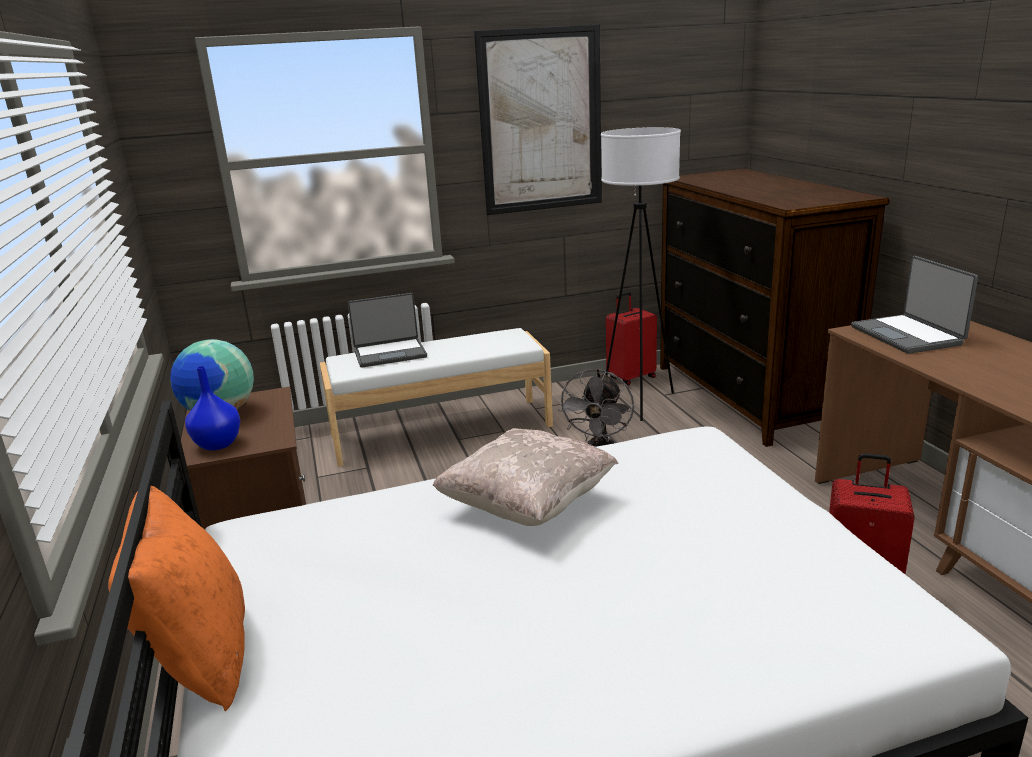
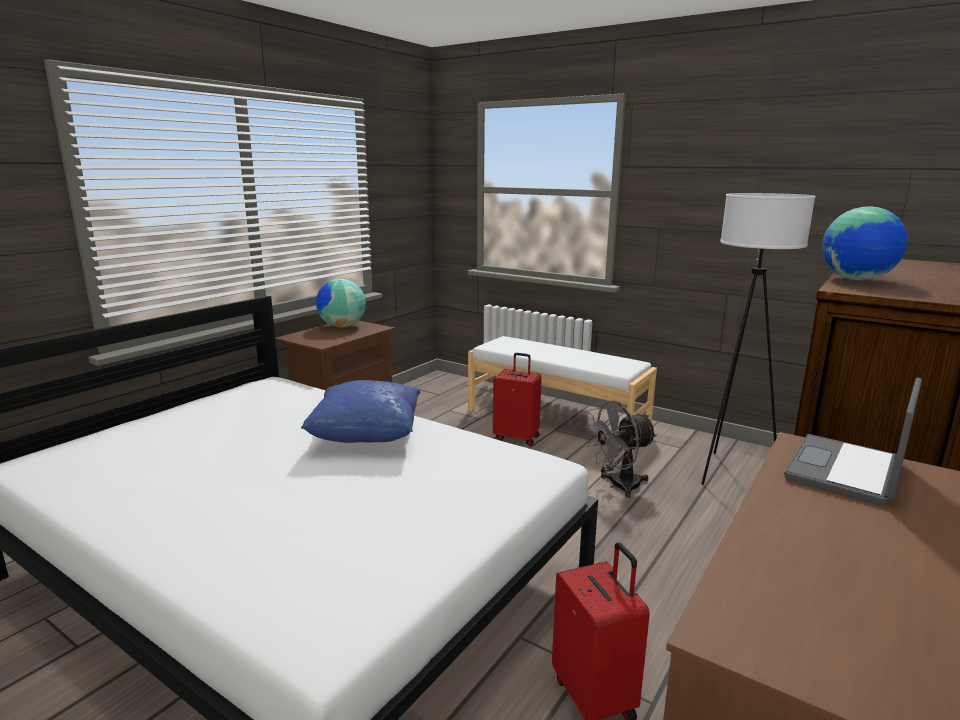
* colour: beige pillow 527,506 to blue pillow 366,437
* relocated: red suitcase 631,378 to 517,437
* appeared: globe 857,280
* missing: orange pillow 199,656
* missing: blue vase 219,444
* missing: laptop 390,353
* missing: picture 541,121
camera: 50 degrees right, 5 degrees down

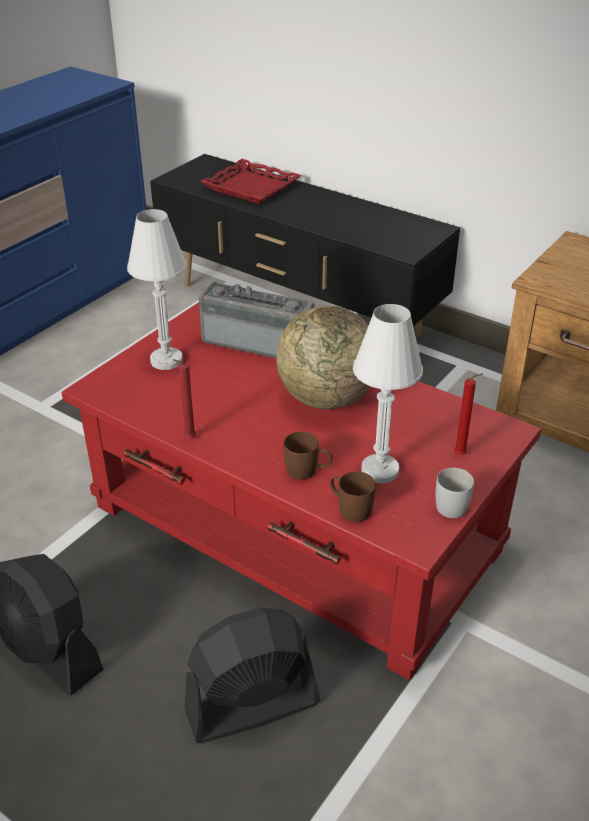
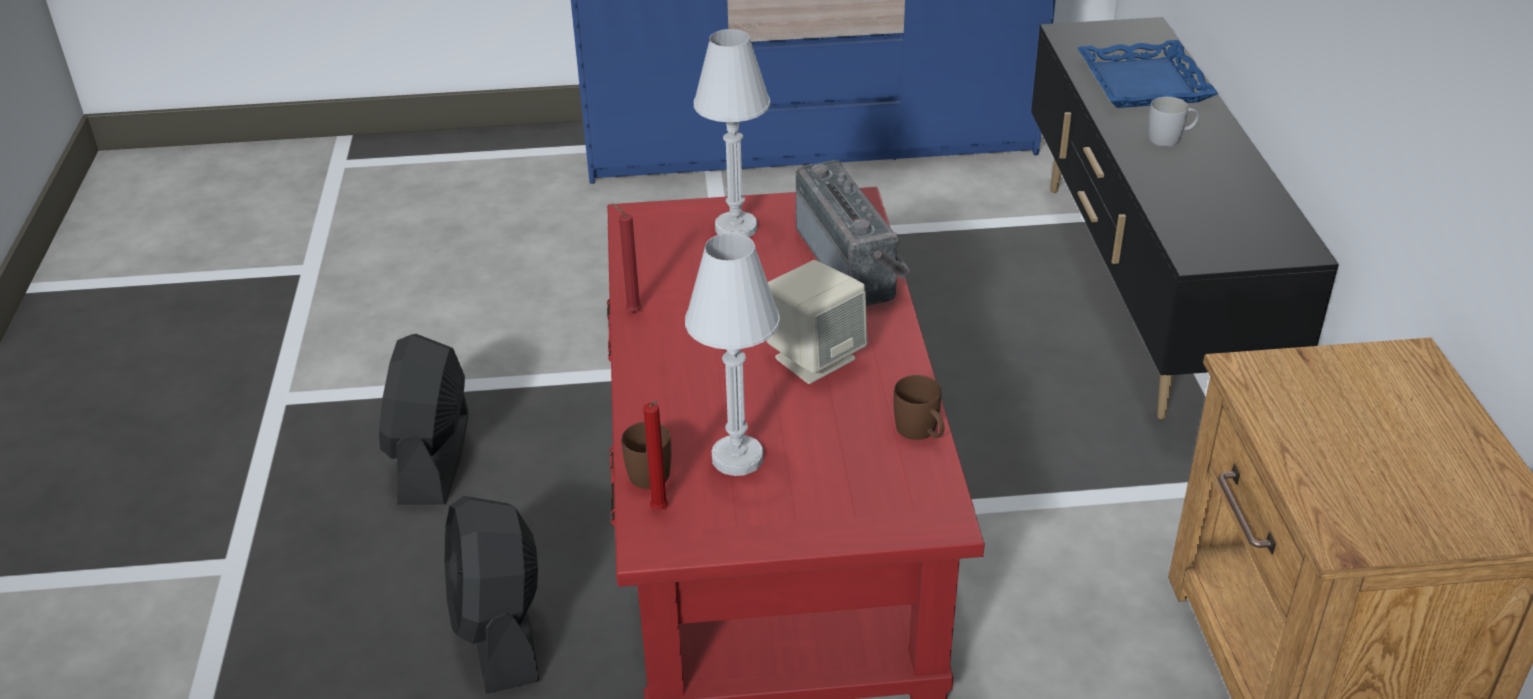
* spun: black fan 252,706 = 500,631 135 degrees counterclockwise
* relocated: red candle 462,455 to 660,511
* exchanged: globe 326,398 to beige speaker 814,358
* relocated: brown mug 307,471 to 921,433
* colour: red tray 251,187 to blue tray 1145,84
* relocated: white mug 454,504 to 1170,138
camera: 50 degrees right, 0 degrees up

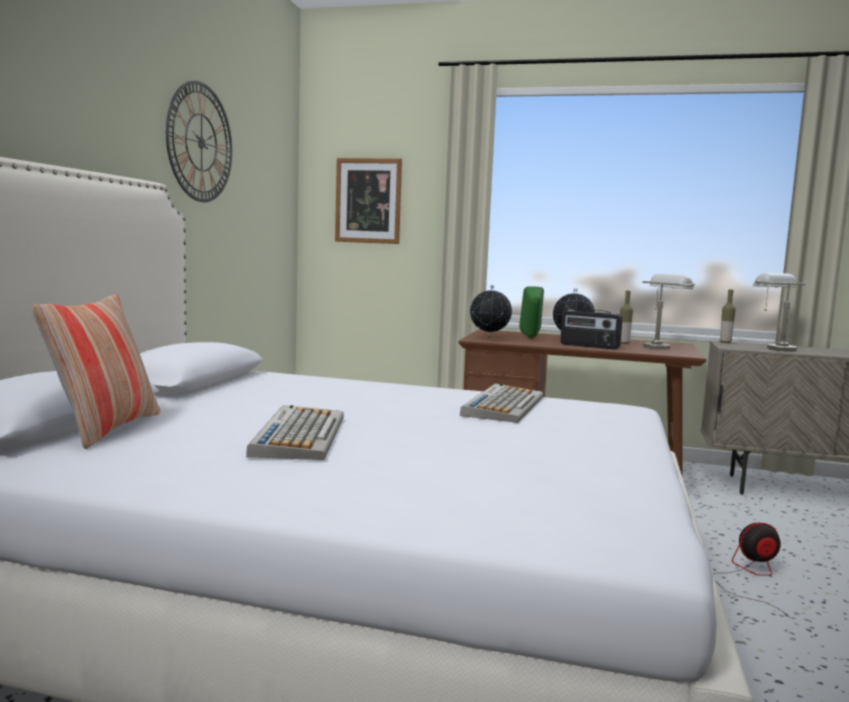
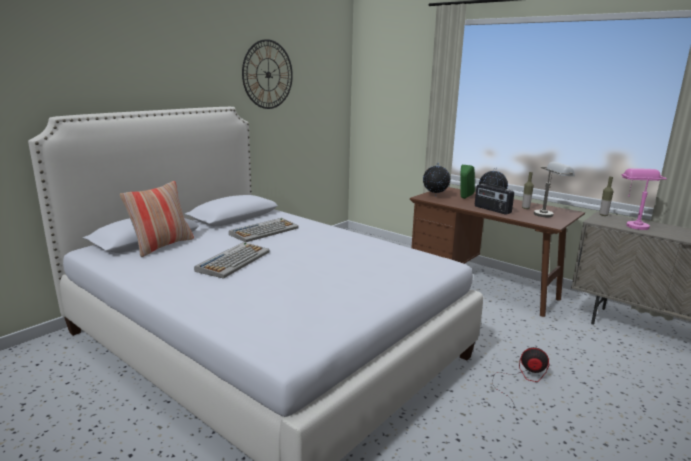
* relocated: keyboard 503,405 to 264,231
* colour: grey table lamp 772,348 to pink table lamp 633,224
* missing: picture 368,201
camera: 25 degrees right, 10 degrees up

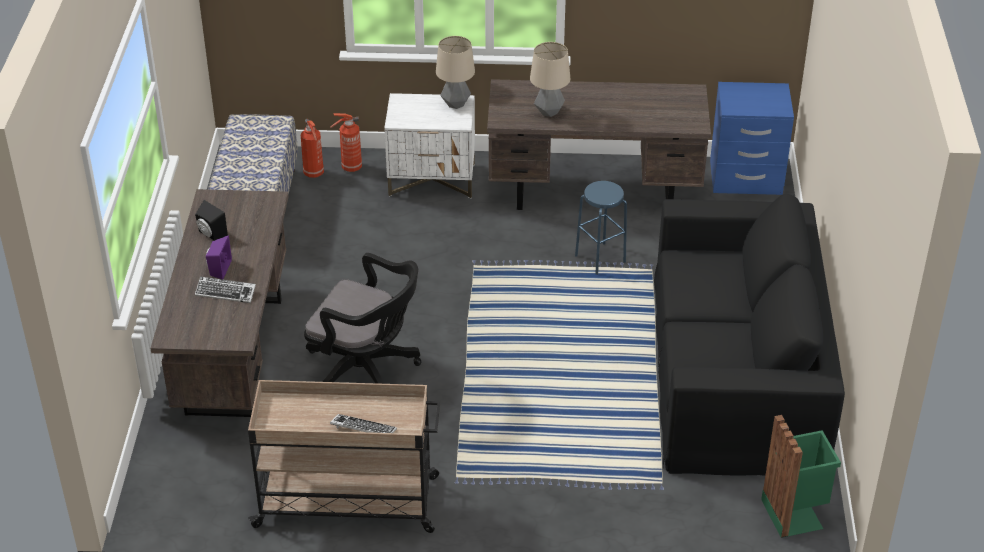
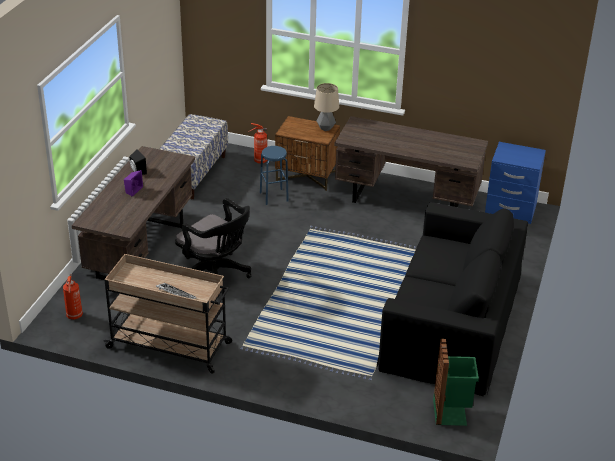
* relocated: fire extinguisher 314,174 to 74,316
* relocated: blue stool 600,258 to 273,196
* colour: white nightstand 432,180 to brown nightstand 307,176
* missing: keyboard 226,292
* missing: table lamp 548,112
camera: 15 degrees right, 5 degrees down

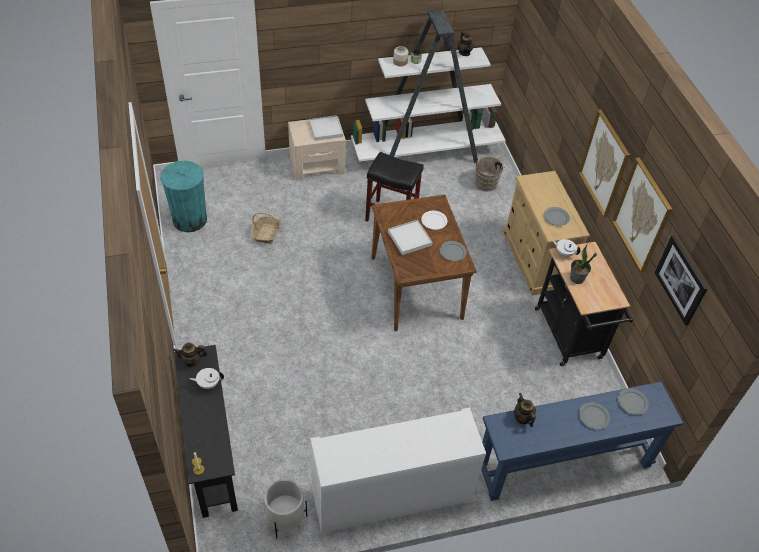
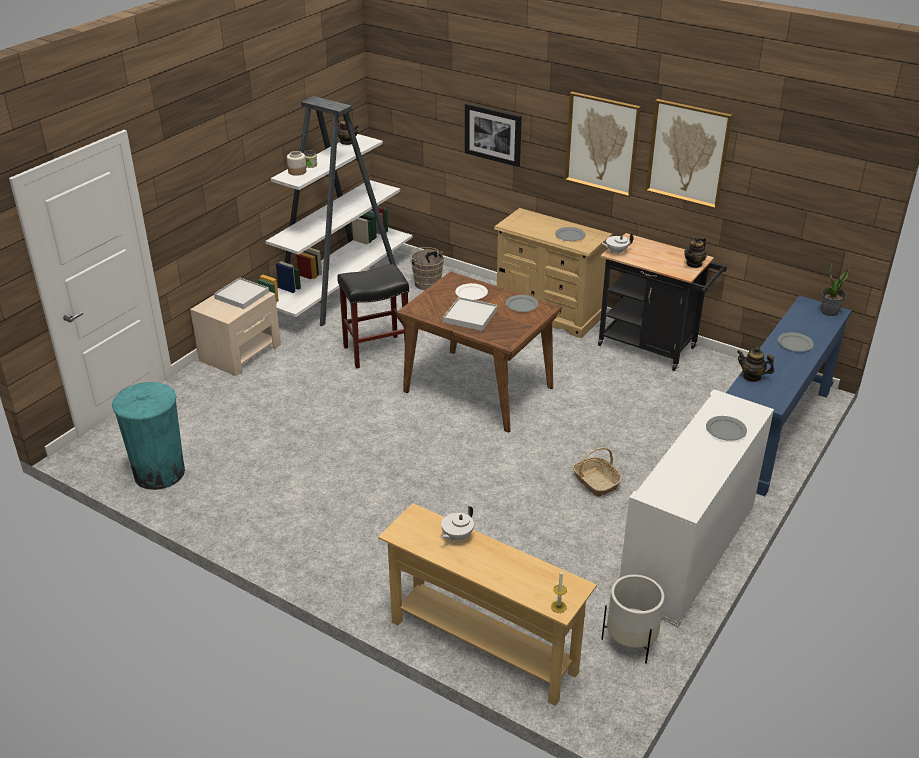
* colour: black console table 211,453 to beige console table 482,647
* relocated: picture 681,280 to 493,134
* relocated: basket 266,233 to 595,482
* relocated: teapot 191,361 to 694,264
* relocated: grey plate 632,402 to 726,430
* relocated: potted plant 576,278 to 829,312
camera: 40 degrees left, 15 degrees down

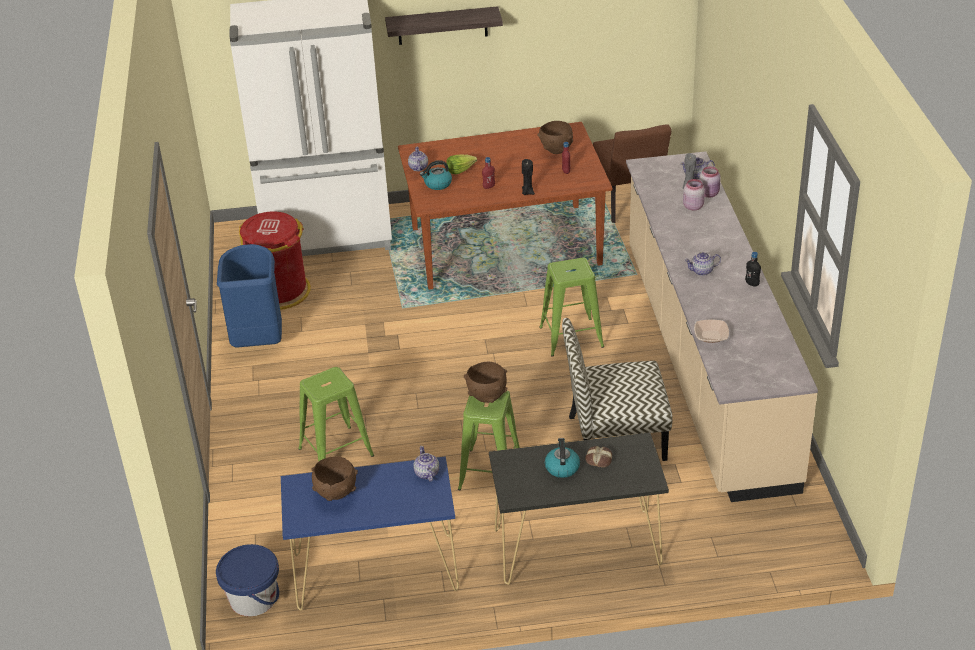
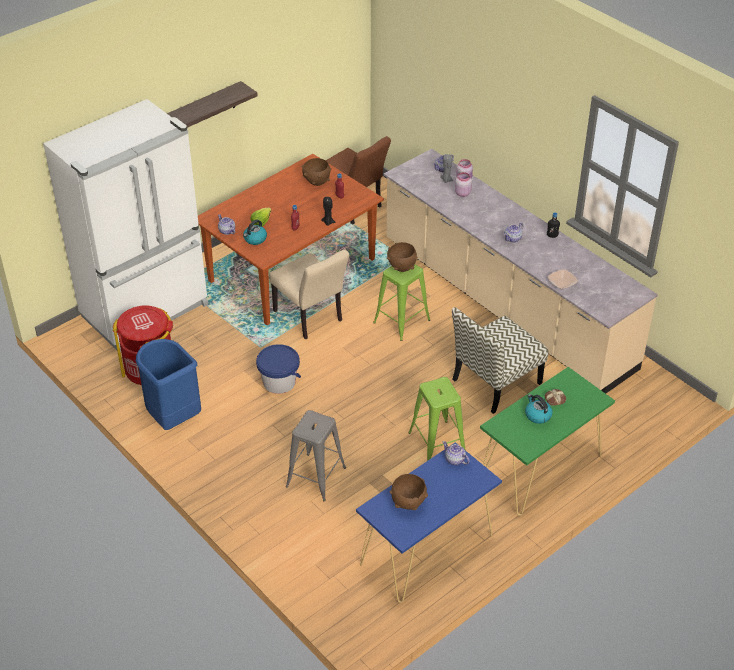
* relocated: blue bucket 253,598 to 279,382
* appeared: beige chair 311,318
* colour: green stool 336,452 to grey stool 316,476
* relocated: brown bowl 487,396 to 401,267
* colour: black console table 576,547 to green console table 540,469
camera: 35 degrees left, 5 degrees up

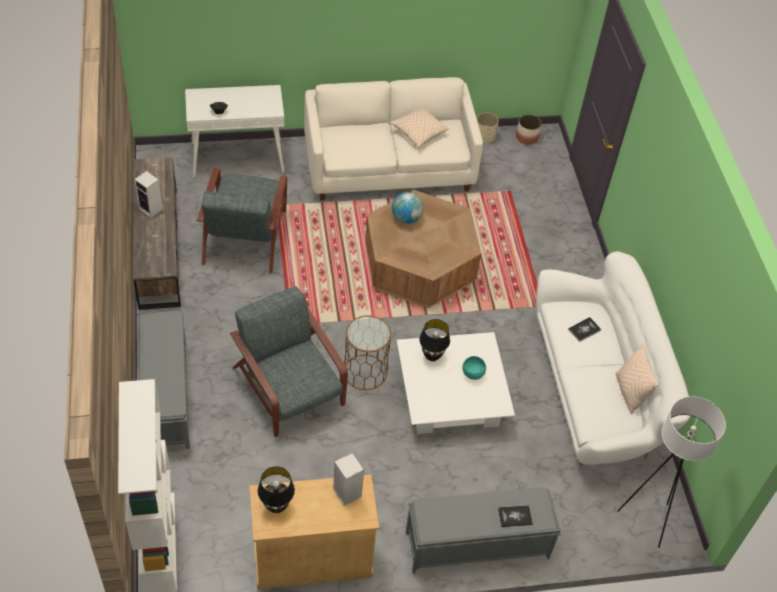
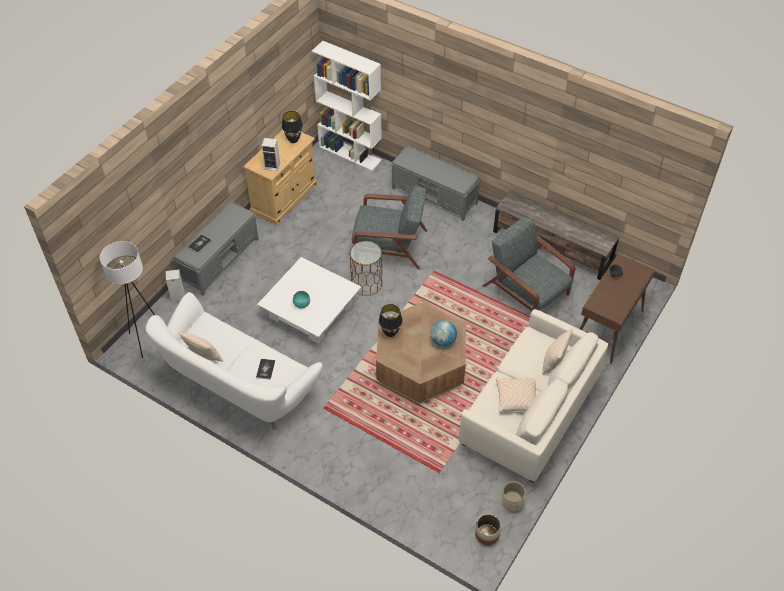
* relocated: speaker 151,209 to 177,296
* relocated: black table lamp 431,356 to 390,333
* appeared: beige pillow 553,362
* colour: white console table 238,157 to brown console table 608,328
camera: 135 degrees right, 0 degrees up

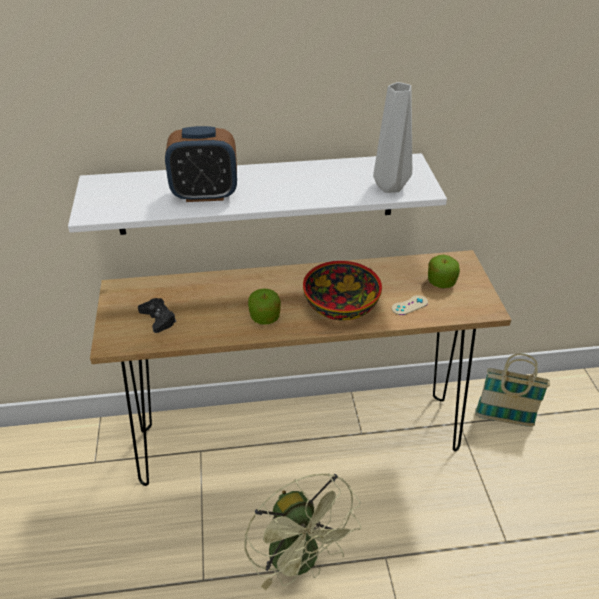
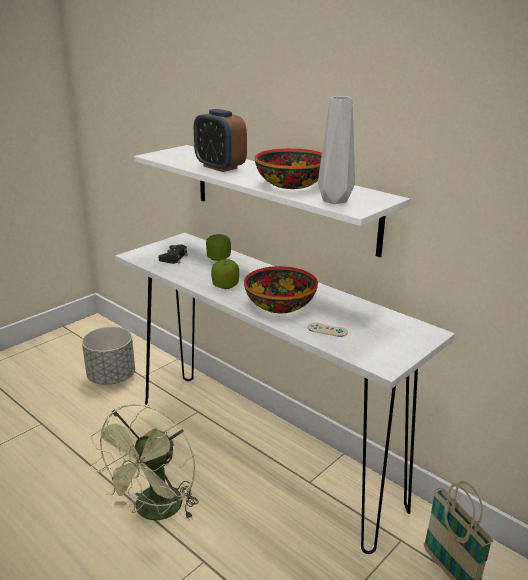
* appeared: grey planter 112,377
* colour: brown console table 299,439 to white console table 262,451
* relocated: apple 441,282 to 218,258
* appeared: bowl 291,184
camera: 50 degrees right, 15 degrees down

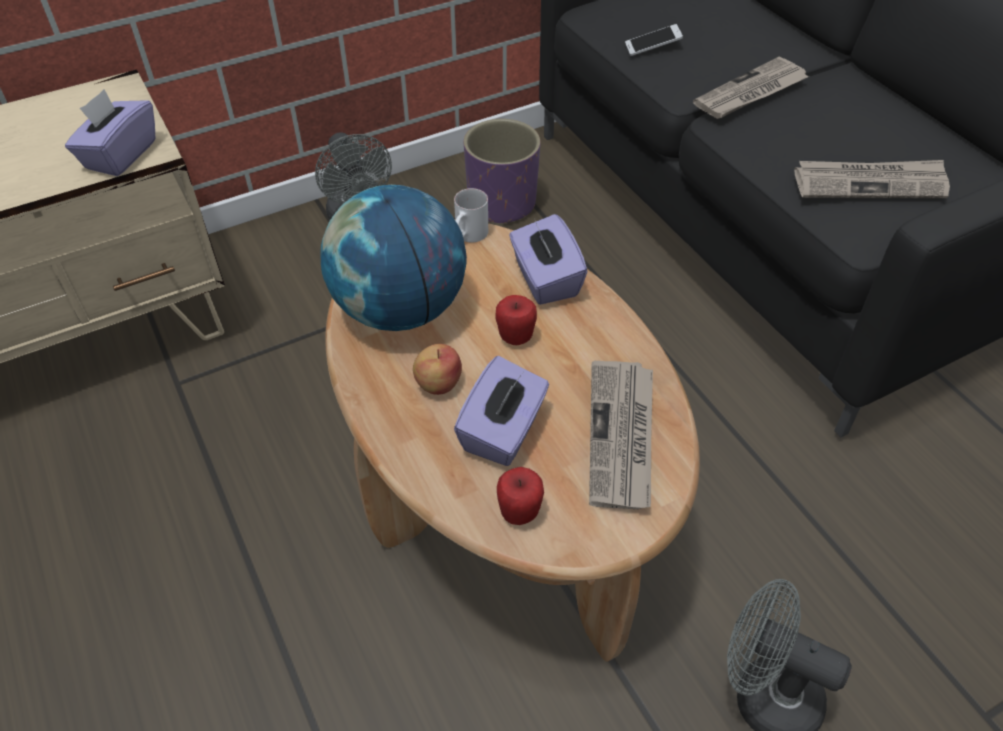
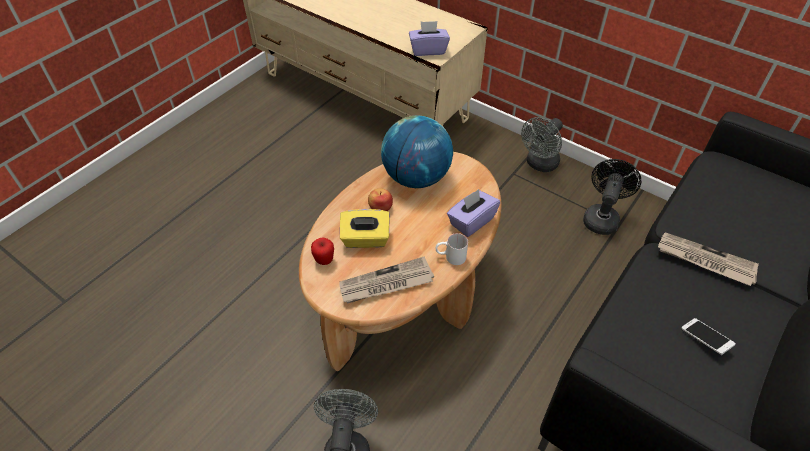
* colour: purple tissue box 503,431 to yellow tissue box 365,239
* relocated: white mug 467,237 to 450,257
* exchanged: purple planter 501,204 to black fan 601,217
* relocated: phone 652,48 to 704,339
* missing: apple 515,337
* missing: newspaper 870,183
camera: 65 degrees right, 0 degrees up

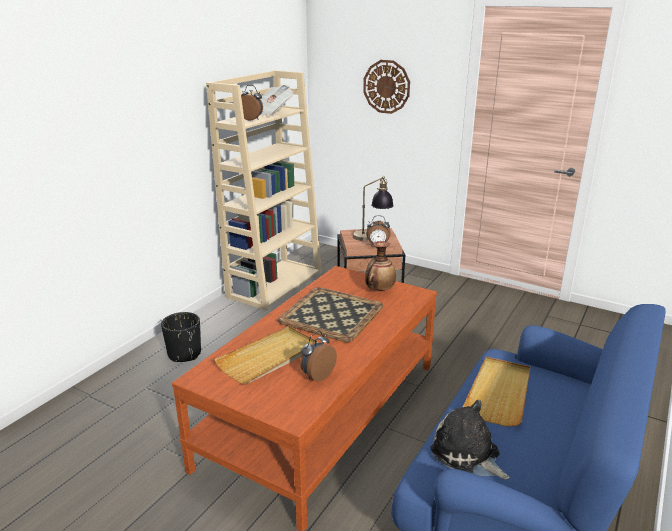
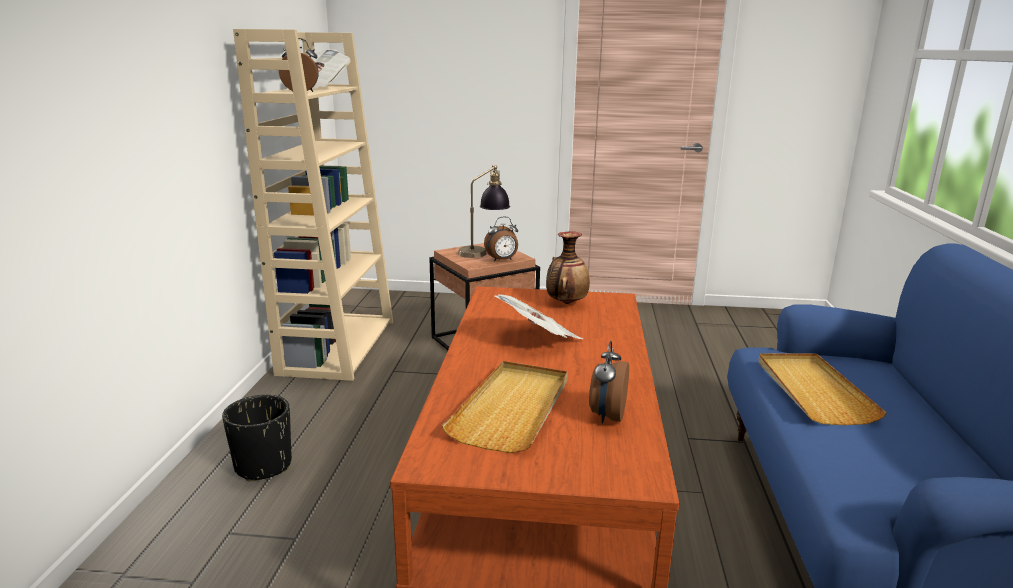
* exchanged: tray 332,314 to newspaper 538,339
* missing: wall clock 386,86
* missing: plush toy 467,455
camera: 25 degrees left, 5 degrees down

